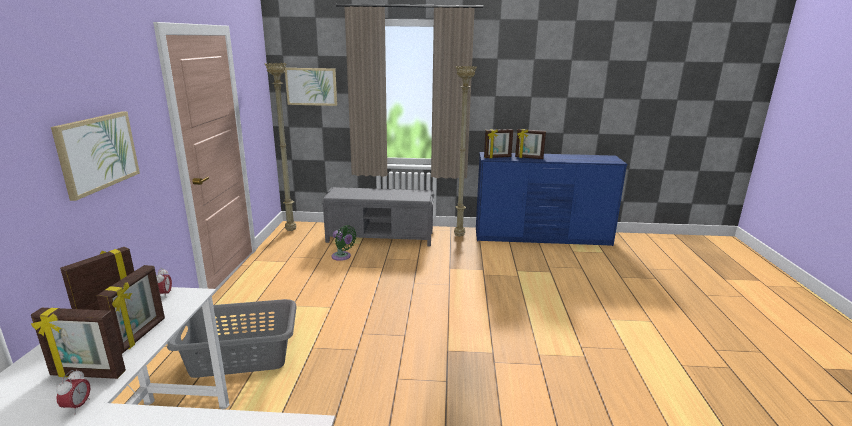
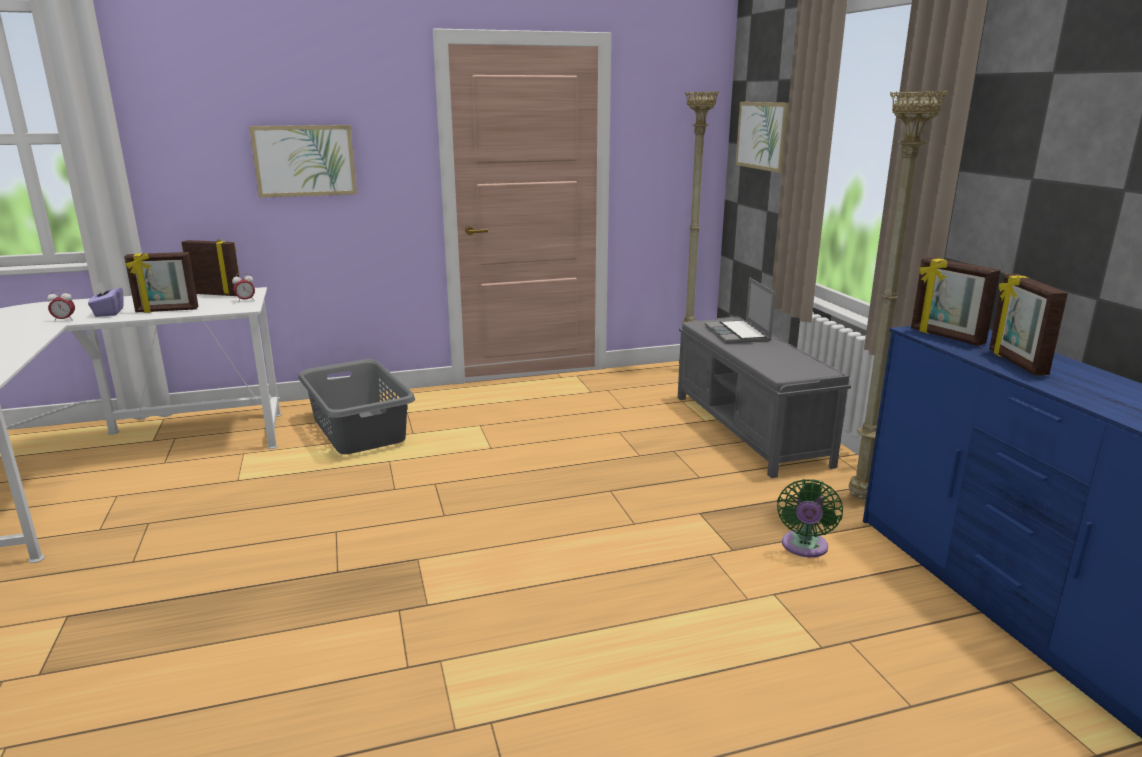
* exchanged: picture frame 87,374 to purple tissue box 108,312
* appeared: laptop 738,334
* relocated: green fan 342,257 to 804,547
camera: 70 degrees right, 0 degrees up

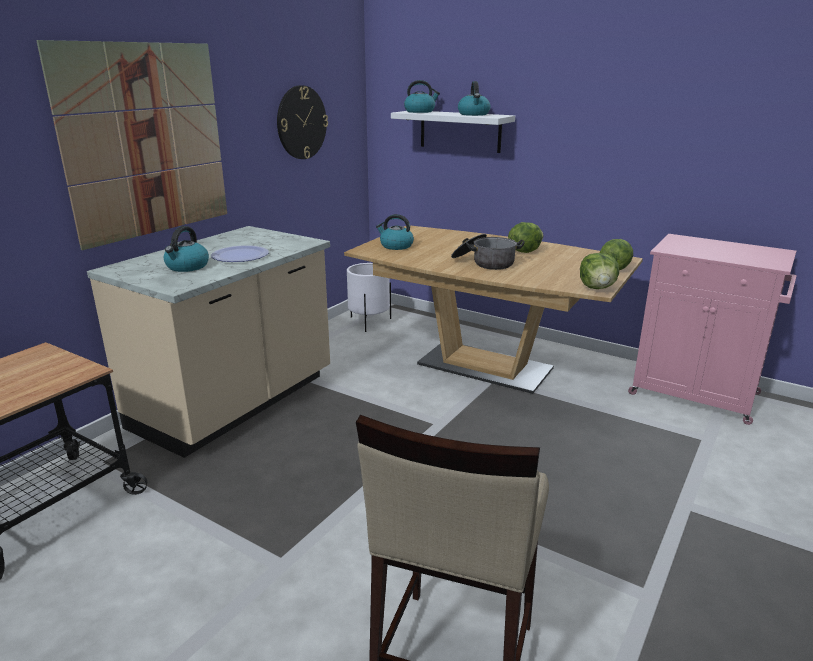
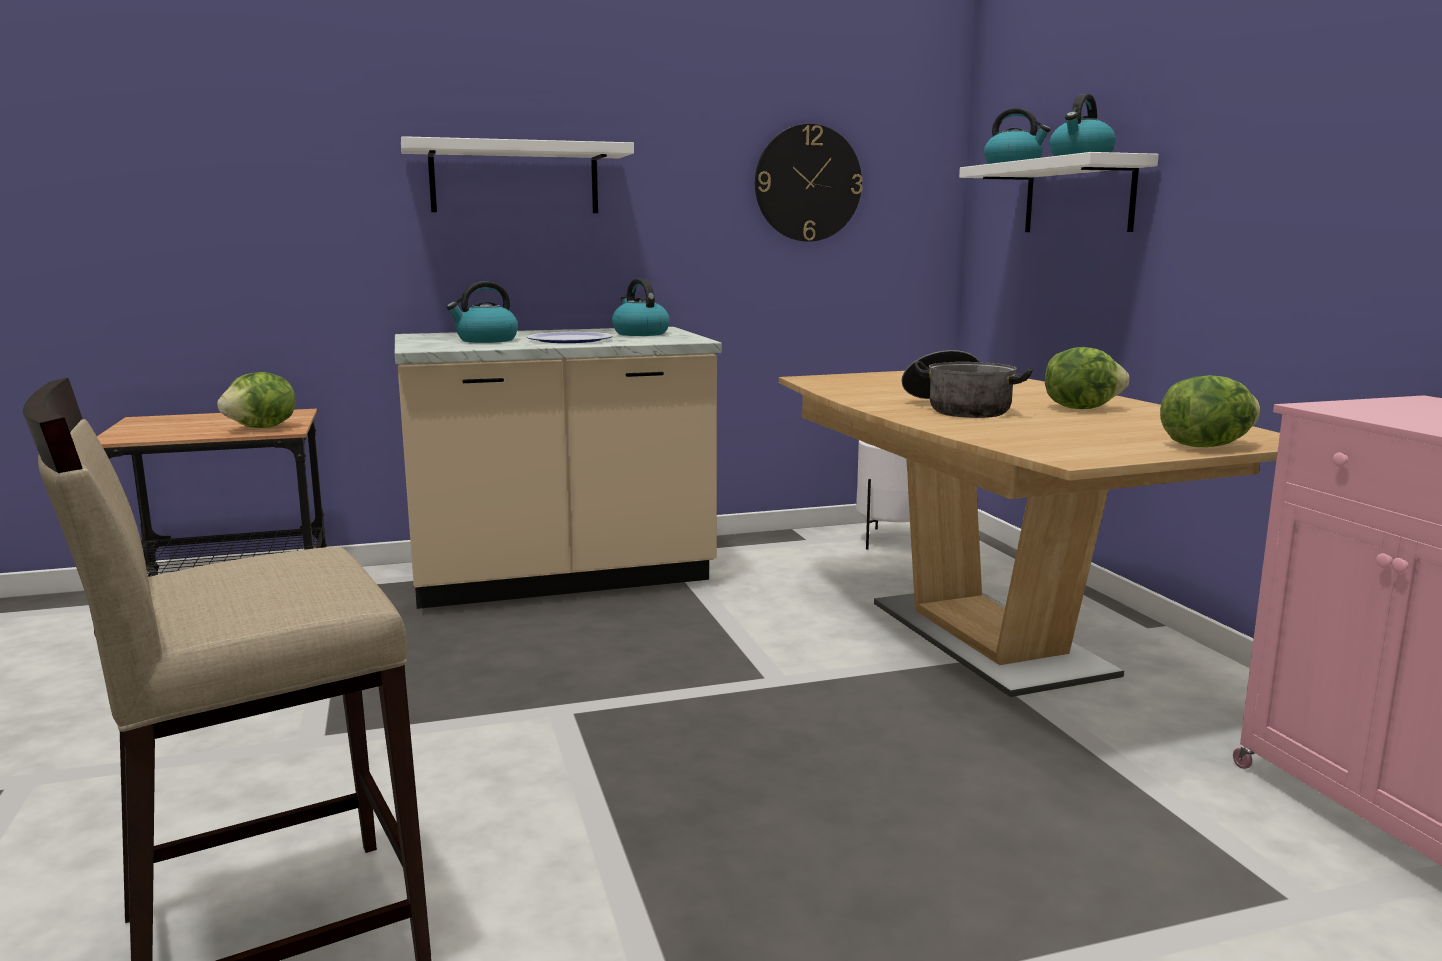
* relocated: lettuce 597,288 to 262,428
* exchanged: picture 146,141 to white shelf 514,179
* relocated: kettle 396,246 to 640,333
camera: 40 degrees right, 10 degrees down

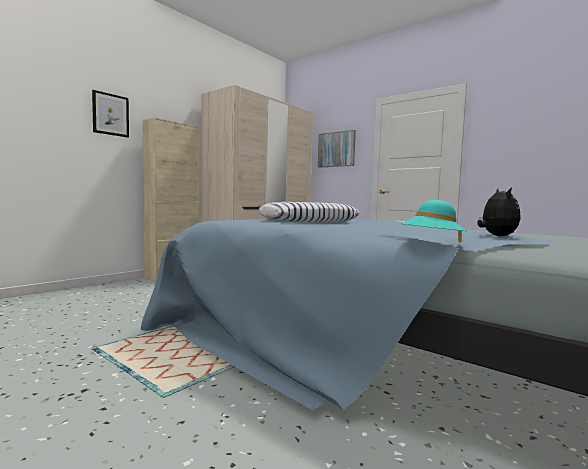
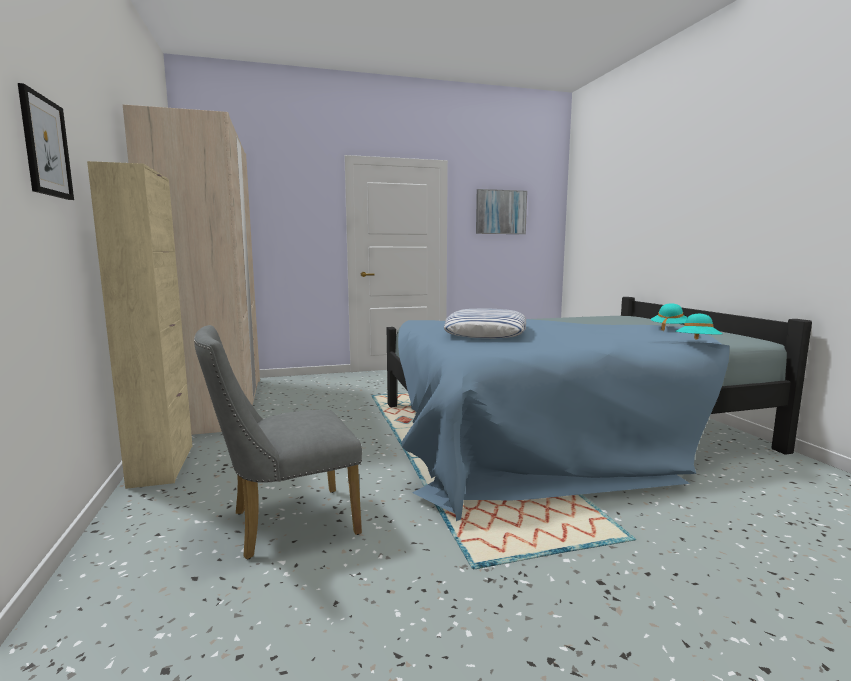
* appeared: grey chair 284,524
* relocated: picture 336,149 to 500,212
* exchanged: plush toy 496,236 to turquoise hat 669,329
camera: 55 degrees left, 5 degrees up

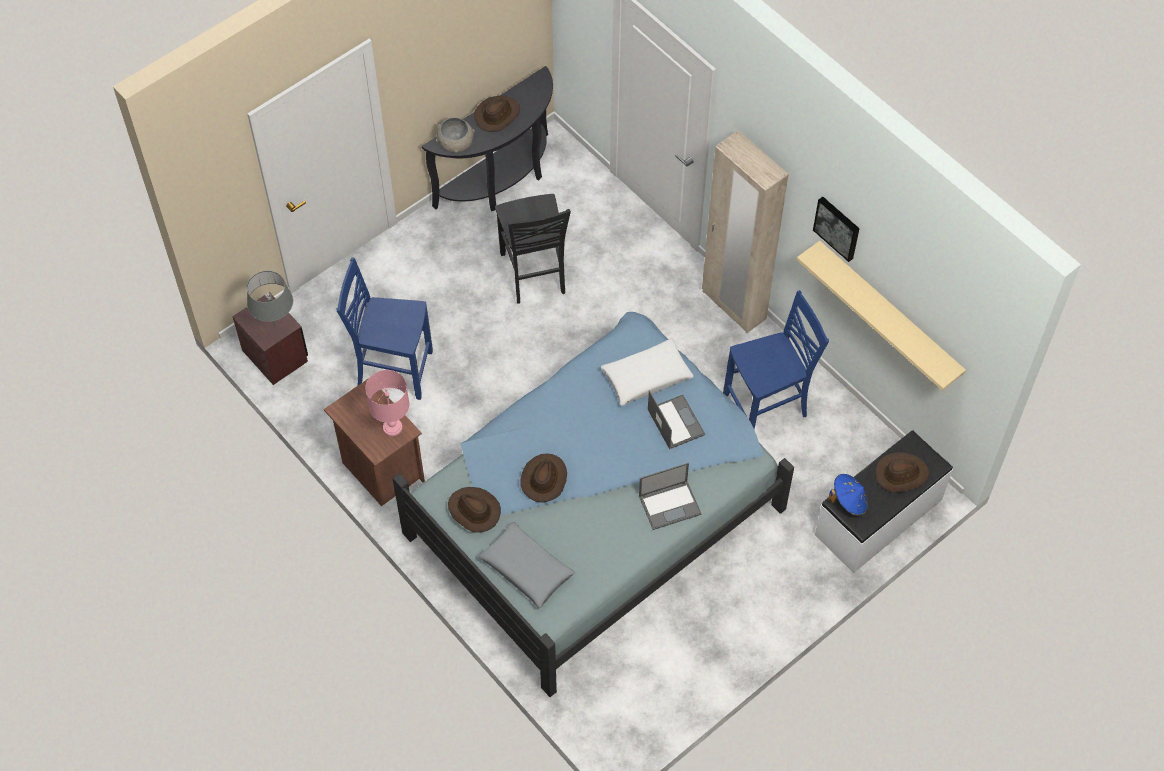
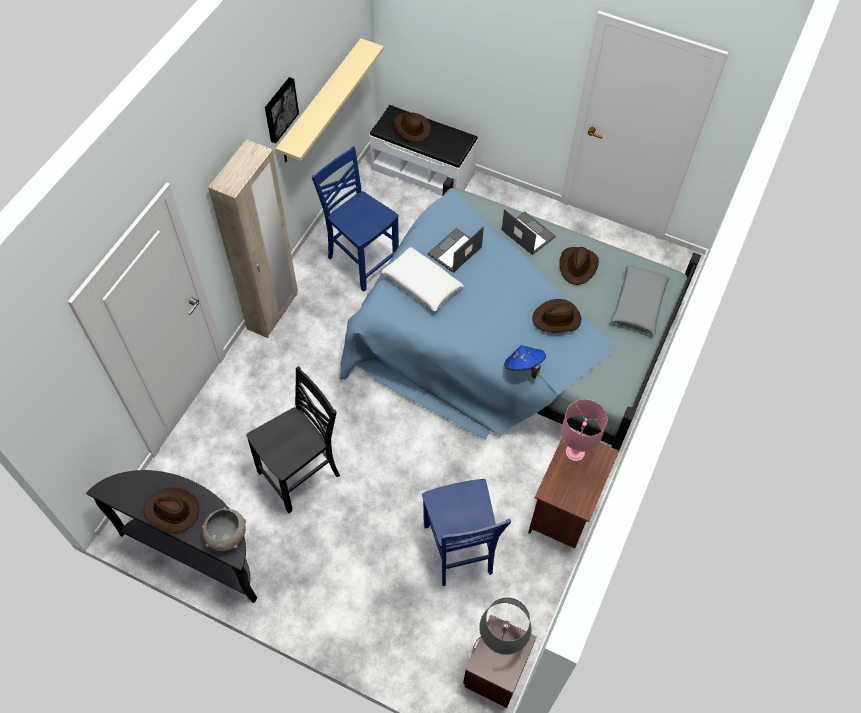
* relocated: blue hat 848,501 to 523,367
* relocated: brown hat 473,511 to 578,266
camera: 115 degrees left, 0 degrees up

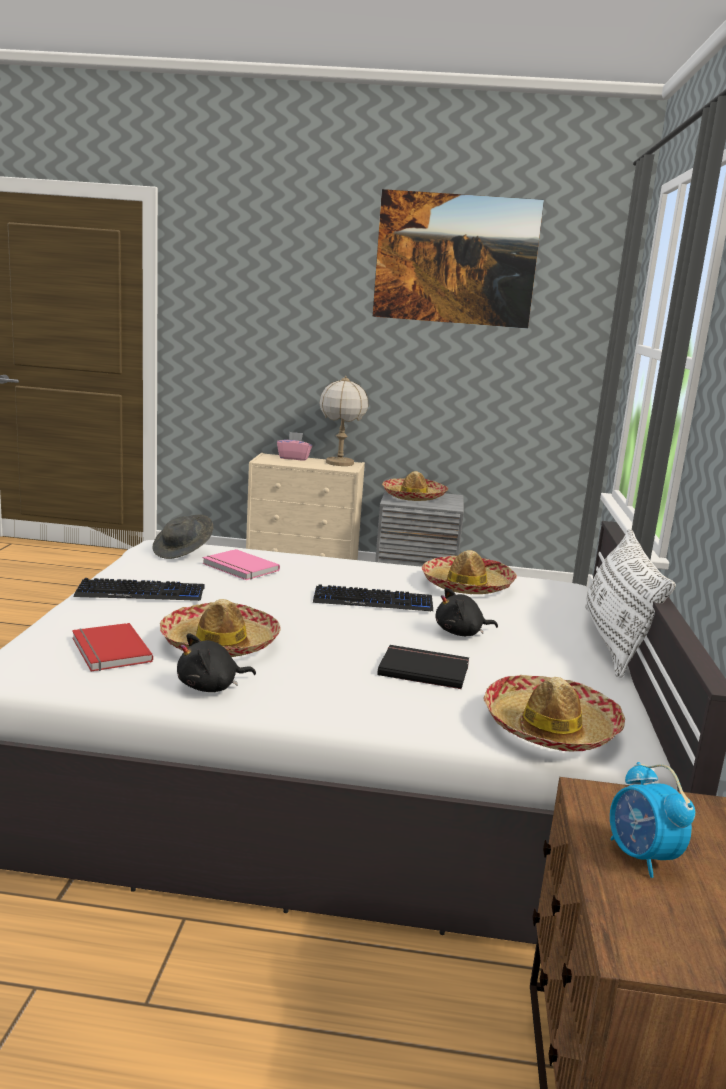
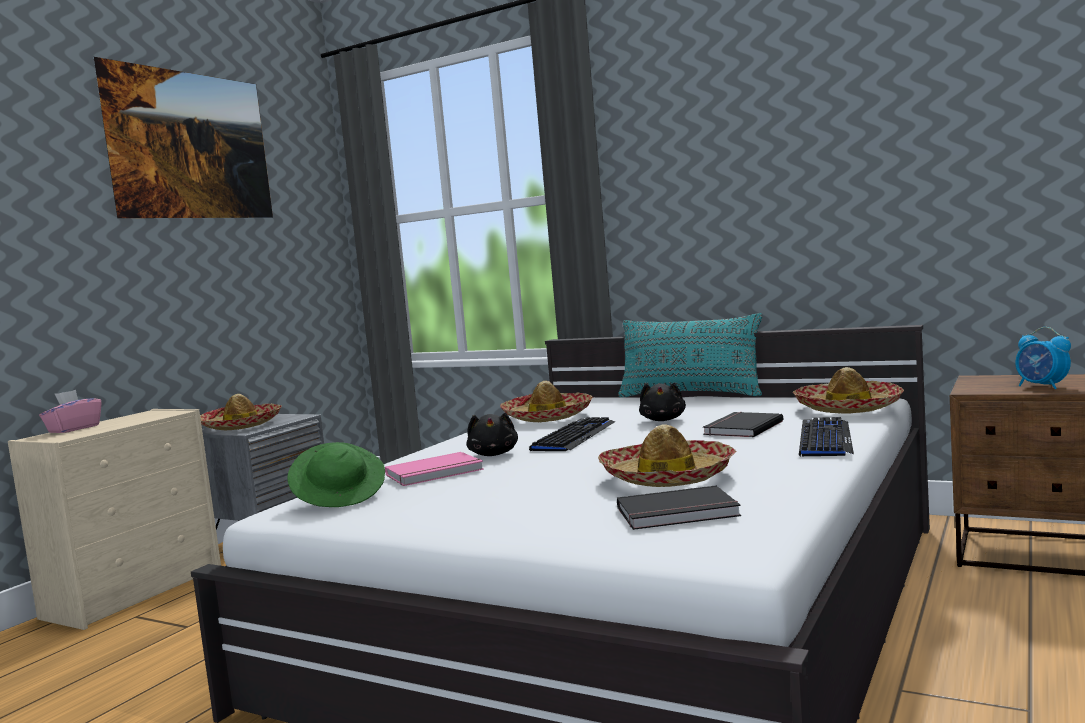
* colour: grey hat 183,552 to green hat 340,496
* relocated: black plush toy 211,687 to 494,454
* colour: red book 108,650 to black book 678,513
* colour: white pillow 614,641 to turquoise pillow 690,395
* relocated: keyboard 141,593 to 824,439
* spun: alarm clock 641,857 = 1042,386 60 degrees clockwise
* missing: table lamp 339,463
camera: 65 degrees left, 10 degrees down

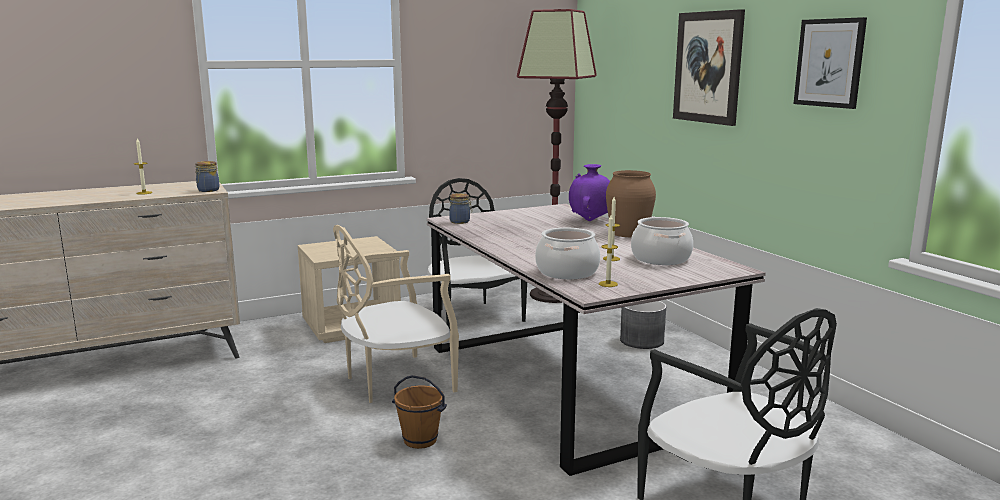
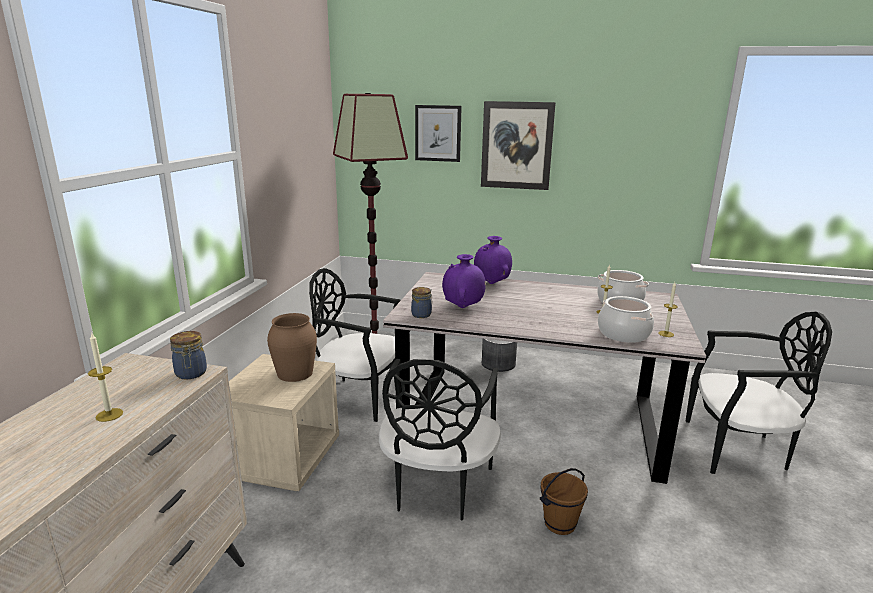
* relocated: brown vase 629,233 to 295,373
* colour: beige chair 396,381 to black chair 436,488
* relocated: picture 829,63 to 438,133
* appeared: purple vase 463,307
camera: 50 degrees left, 5 degrees up

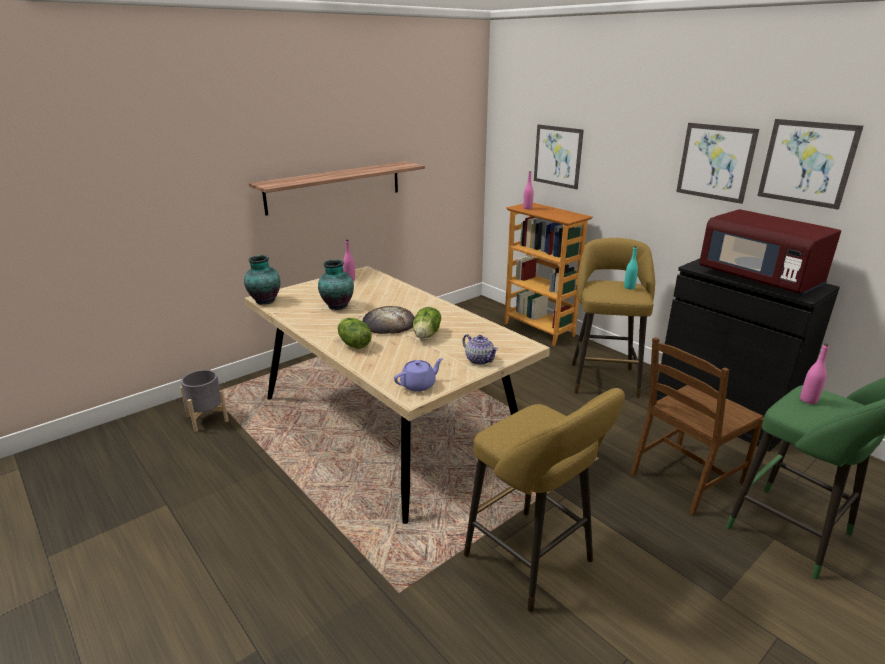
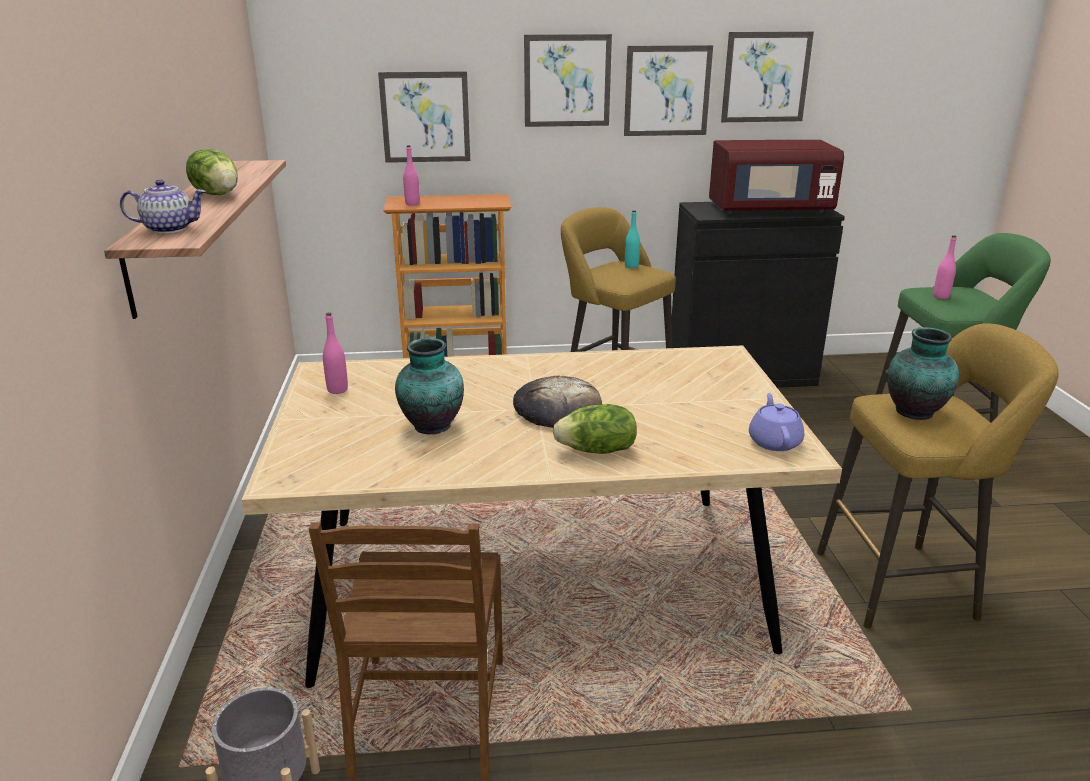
* relocated: teapot 479,360 to 169,229
* relocated: lettuce 427,335 to 218,194
* relocated: brown chair 685,478 to 429,717
* appeared: picture 567,81
* relocated: vase 264,301 to 915,413
camera: 55 degrees left, 0 degrees up

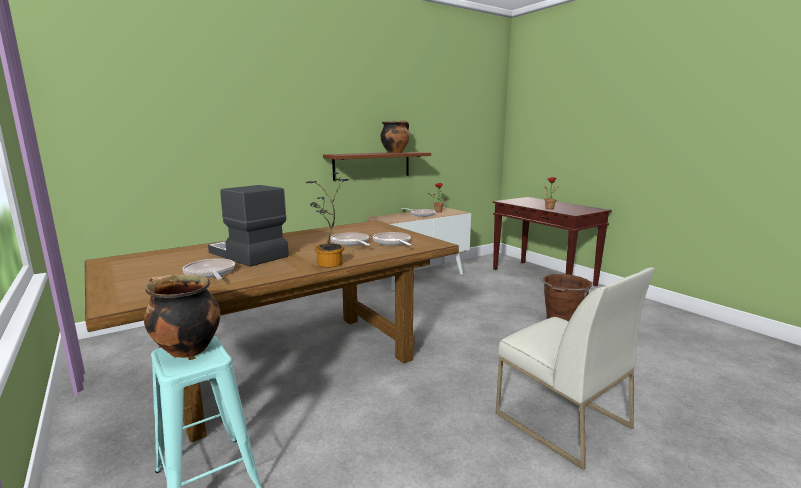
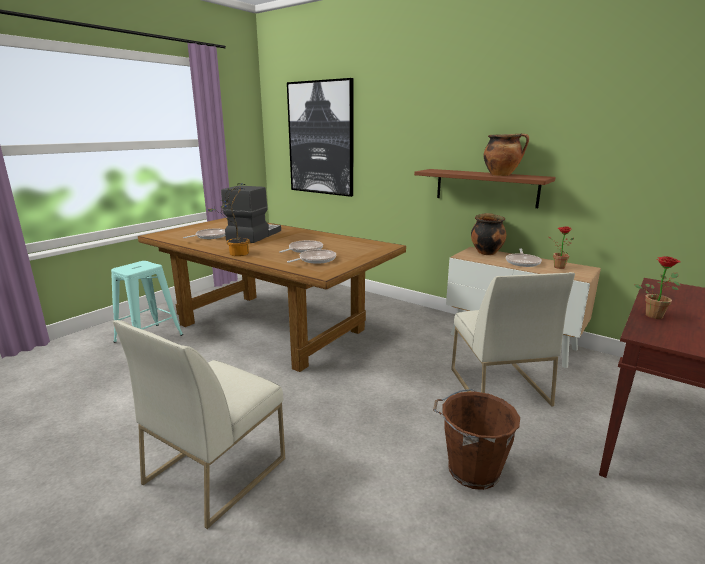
* appeared: picture 321,138
* appeared: white chair 497,386
* relocated: cooking pot 186,350 to 486,252
camera: 70 degrees right, 5 degrees up

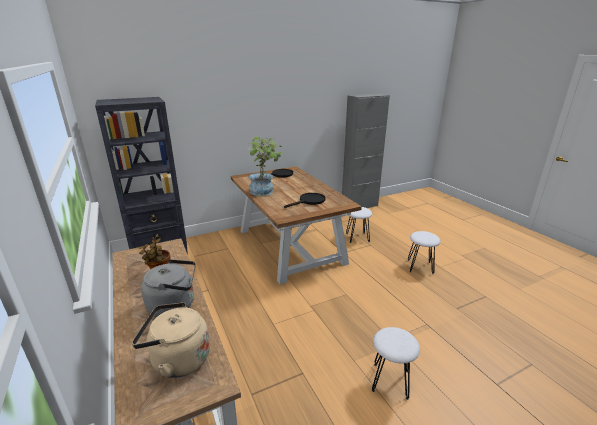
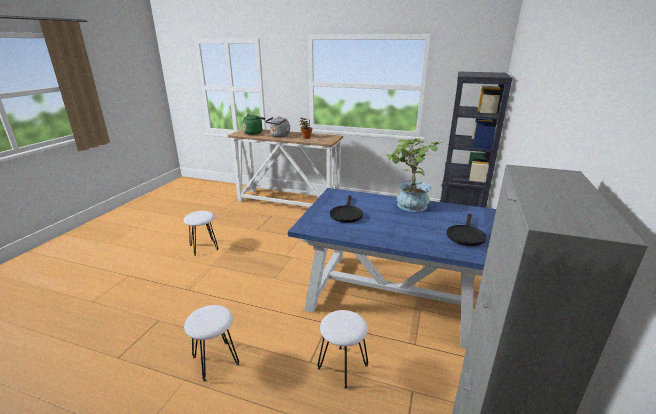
* colour: beige kettle 177,360 to green kettle 254,133
* colour: brown dining table 290,246 to blue dining table 390,295
camera: 135 degrees right, 0 degrees up

